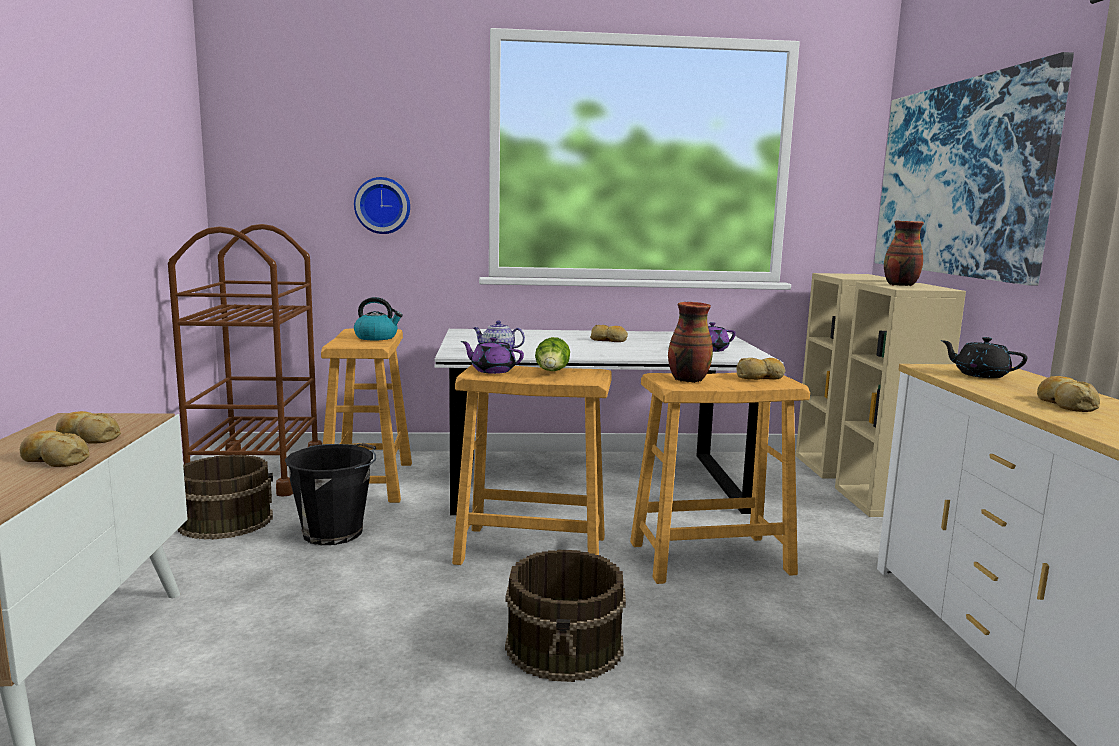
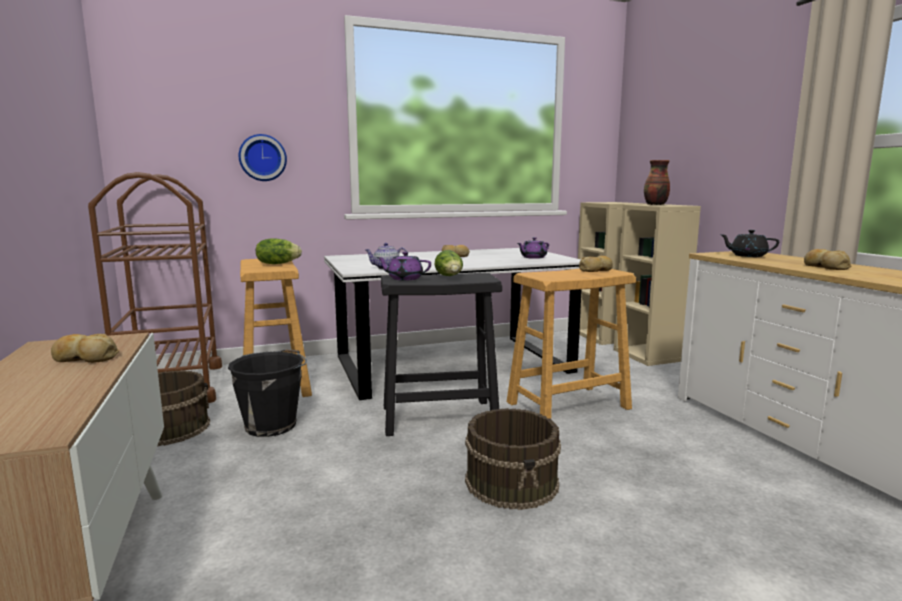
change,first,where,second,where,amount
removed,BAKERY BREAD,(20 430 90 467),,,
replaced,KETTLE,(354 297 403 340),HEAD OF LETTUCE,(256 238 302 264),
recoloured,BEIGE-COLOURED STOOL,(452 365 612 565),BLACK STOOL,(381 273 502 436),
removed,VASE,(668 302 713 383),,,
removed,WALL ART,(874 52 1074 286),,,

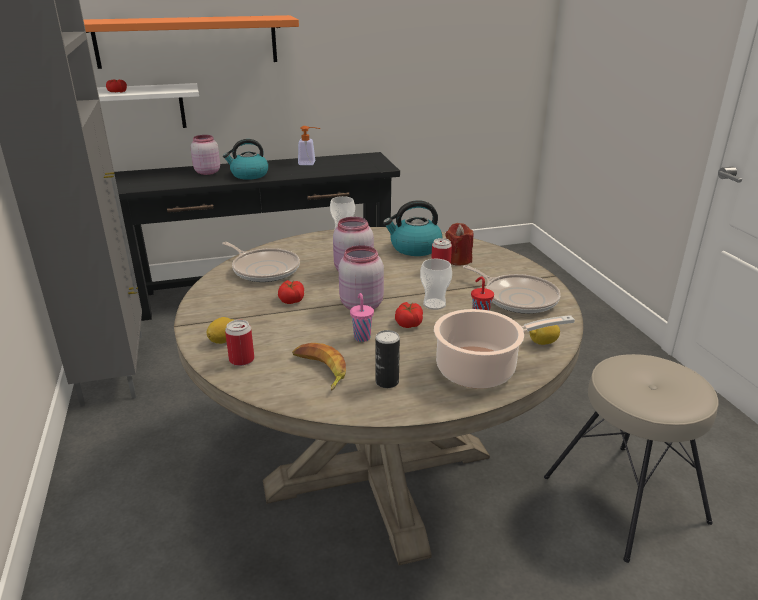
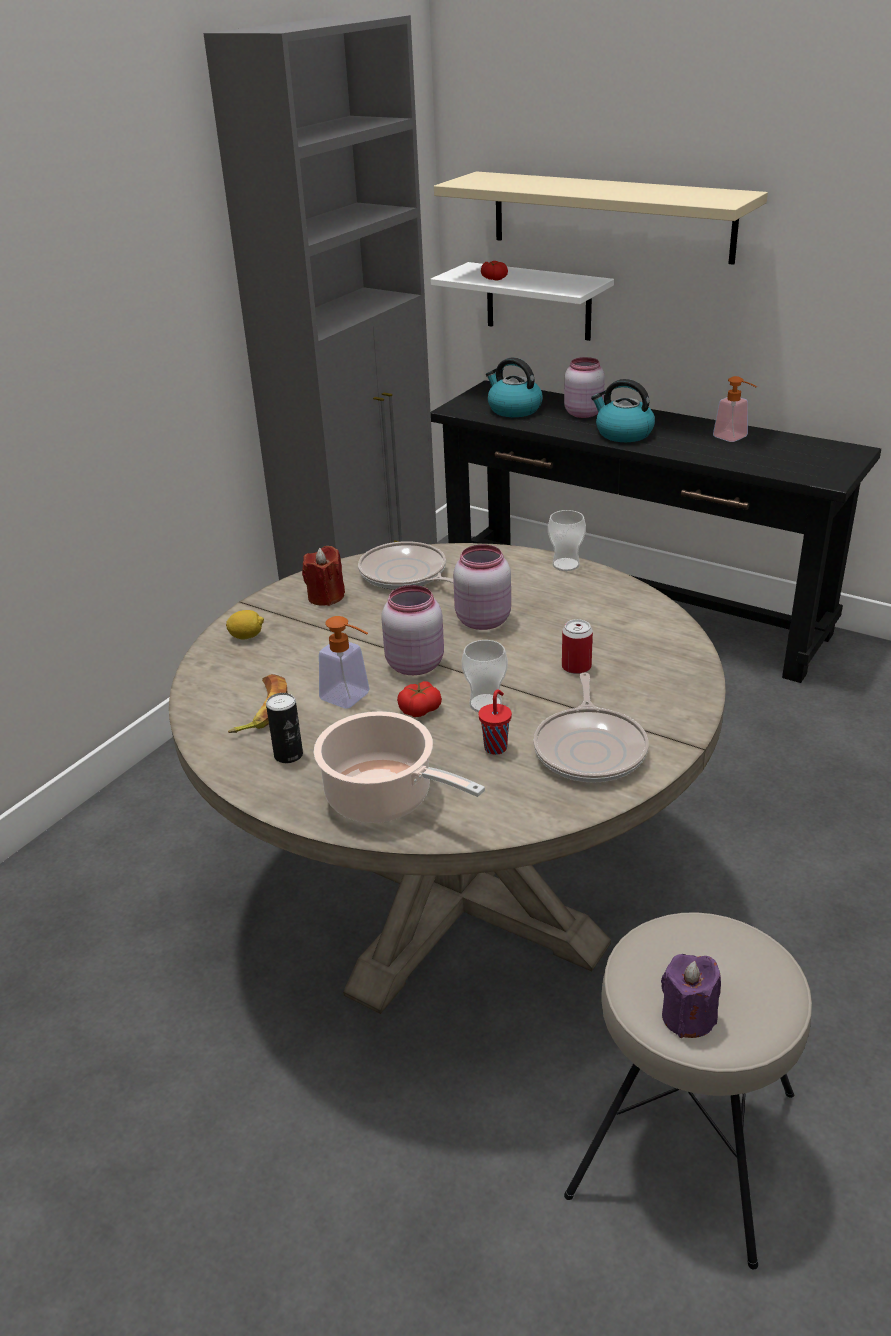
change,first,where,second,where,amount
recoloured,ORANGE WALL SHELF,(84 15 299 69),BEIGE-COLOURED WALL SHELF,(434 171 768 265),
turned,SKILLET,(222 242 300 282),,(358 541 454 590),135 degrees clockwise
removed,CAN,(225 320 254 366),,,
removed,TOMATO,(278 280 304 304),,,
replaced,PINK-COLOURED DRINKING CUP,(350 293 374 342),SOAP DISPENSER,(319 616 370 709),
moved,KETTLE,(383 200 443 256),,(486 357 543 417),
moved,RED WAX CANDLE,(445 223 474 265),,(302 546 345 606),
removed,LEMON,(530 325 560 345),,,
added,,,PURPLISH WAX CANDLE,(661 954 721 1038),

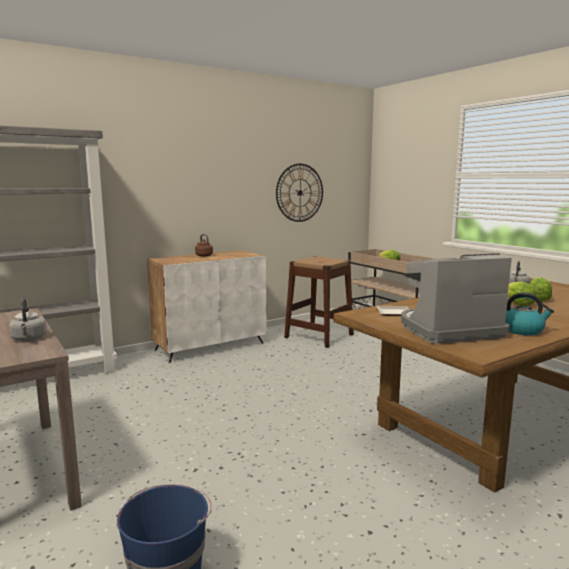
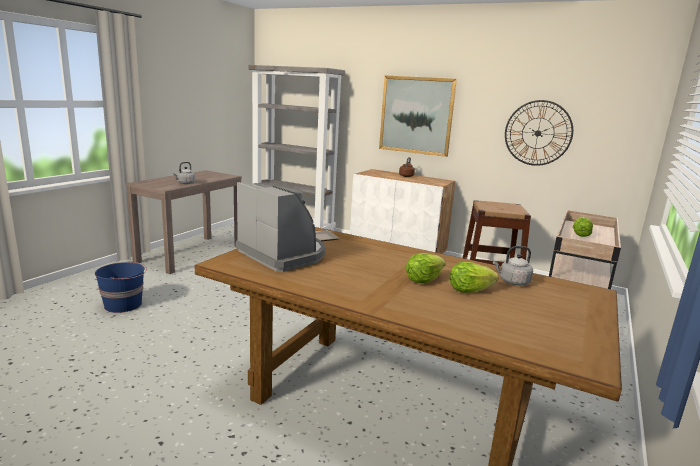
change,first,where,second,where,amount
removed,KETTLE,(505 293 554 335),,,
added,,,WALL ART,(379 76 457 157),

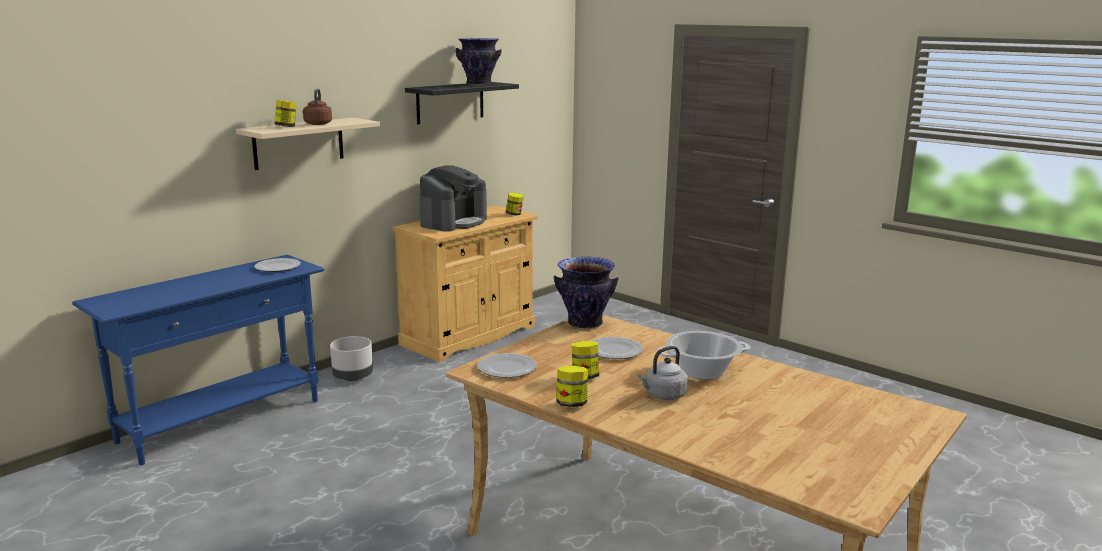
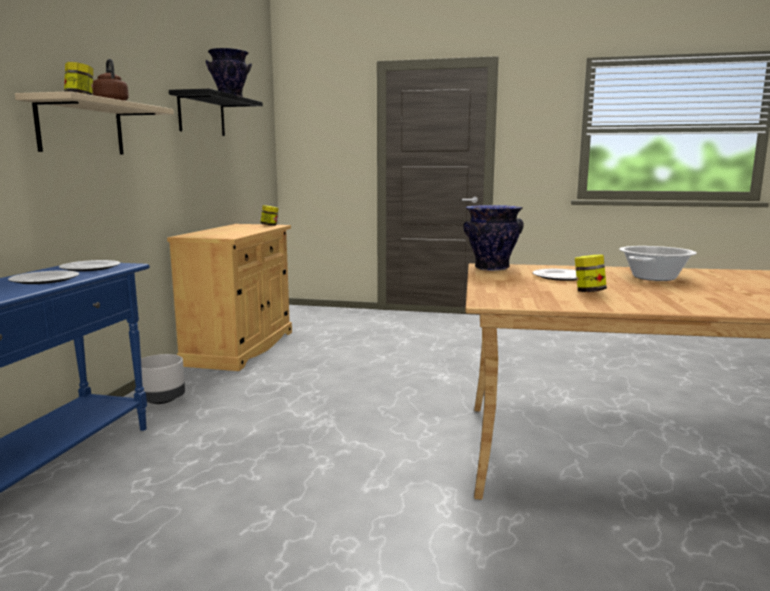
change,first,where,second,where,amount
removed,COFFEE MACHINE,(419 165 487 232),,,
moved,DINNER PLATE,(477 353 537 378),,(8 271 79 284),
removed,PRESERVE JAR,(557 366 588 407),,,
removed,GREYISH KETTLE,(638 346 688 400),,,

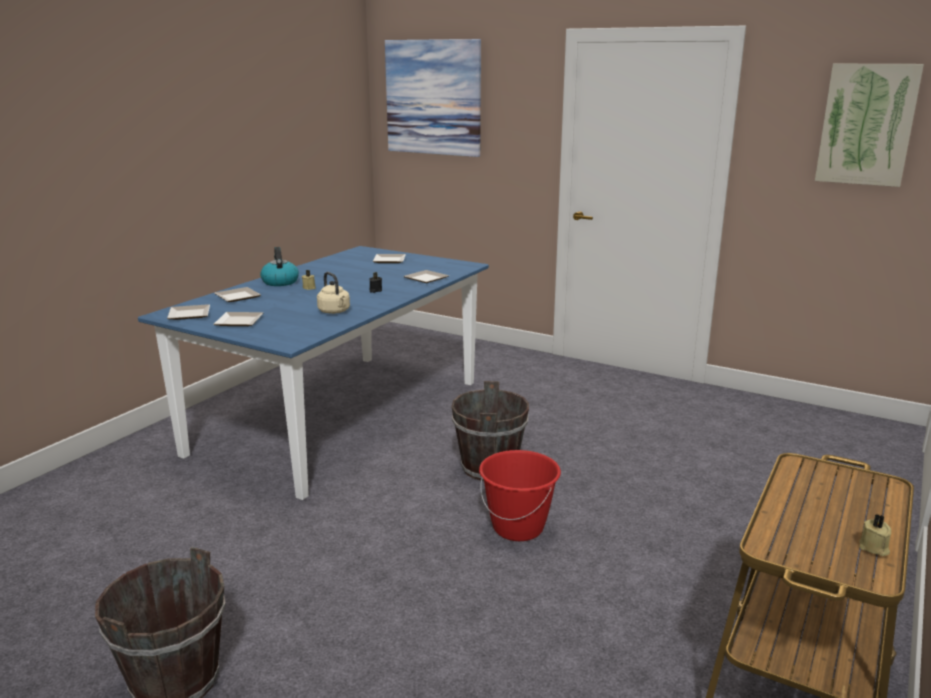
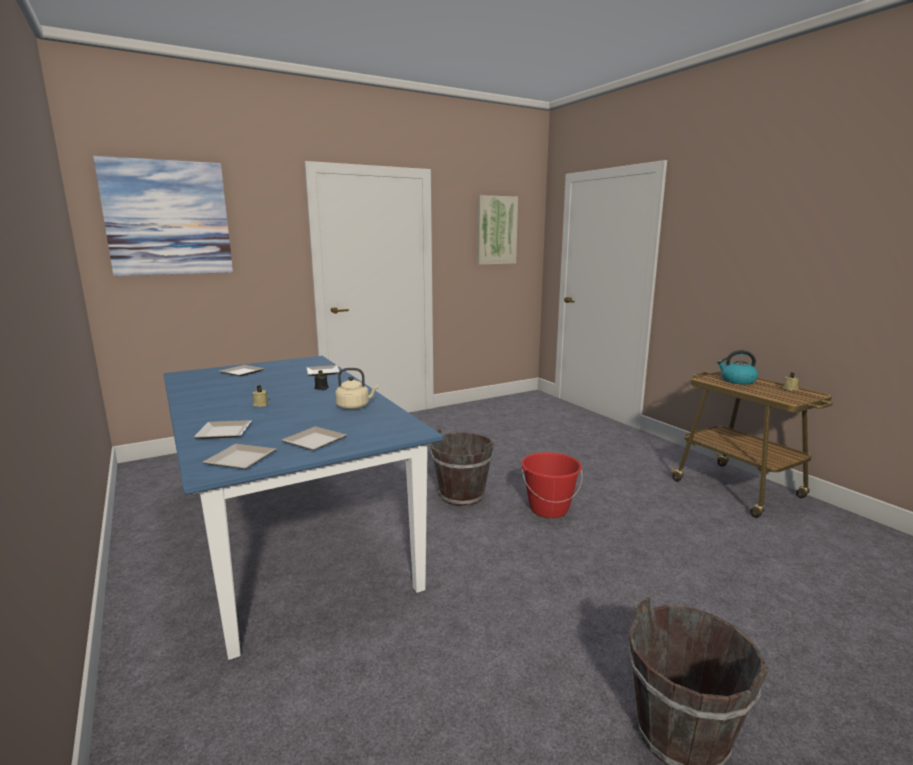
change,first,where,second,where,amount
moved,KETTLE,(260 247 299 286),,(717 350 758 384),

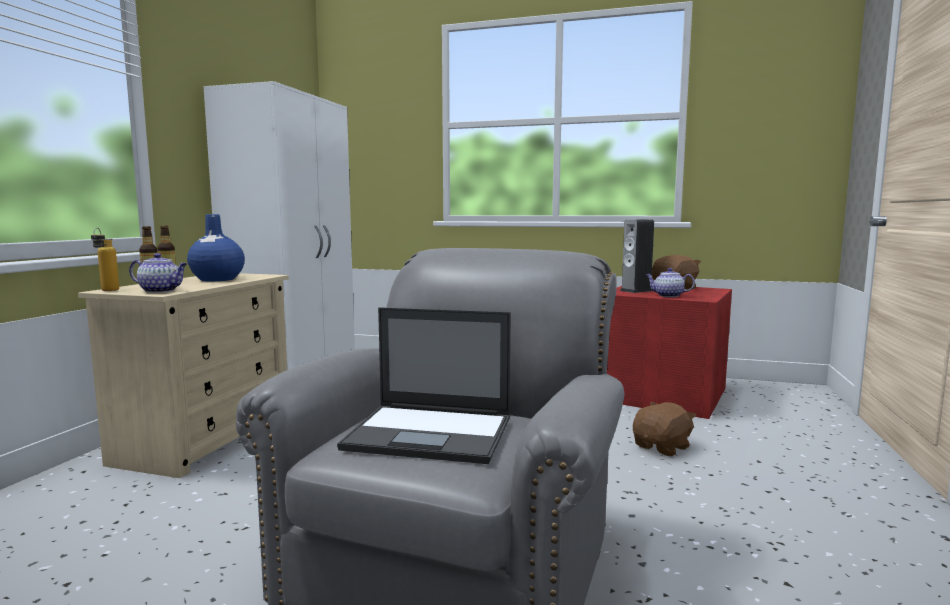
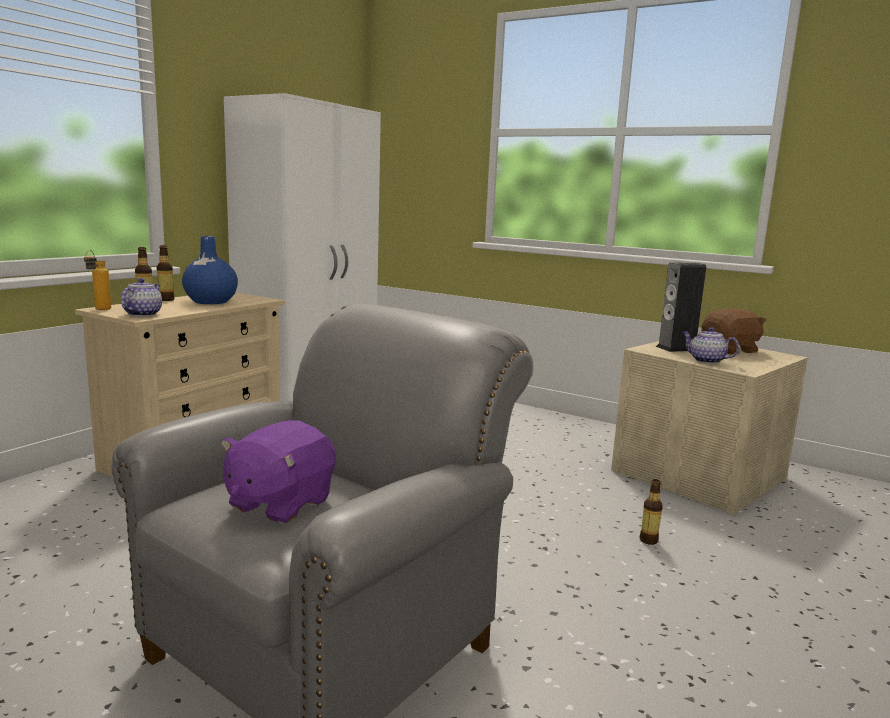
change,first,where,second,where,amount
turned,POT FOR TEA,(129 253 187 293),,(121 278 162 317),105 degrees counterclockwise
replaced,LAPTOP,(337 307 511 464),PURPLISH SOFT TOY,(221 420 336 524),
recoloured,RED STORAGE BOX,(607 286 732 419),BEIGE-COLOURED STORAGE BOX,(611 341 808 514),
replaced,BROWNISH SOFT TOY,(633 402 696 457),DRINK BOTTLE,(640 479 663 545),

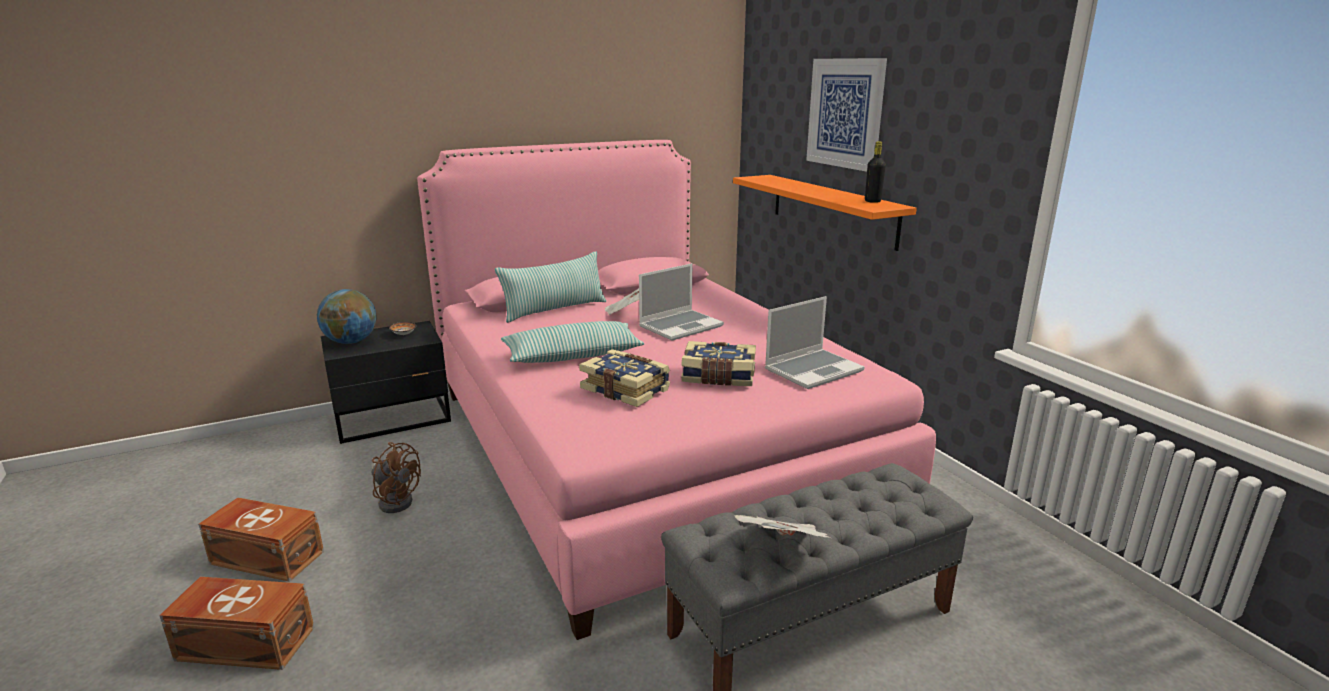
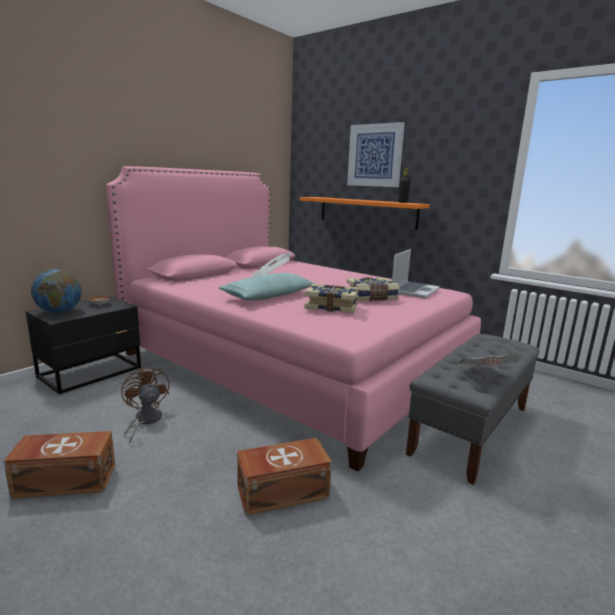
change,first,where,second,where,amount
moved,BROWNISH STORAGE BOX,(159 577 314 670),,(237 438 332 516),
turned,BROWNISH FAN,(371 442 421 513),,(121 365 169 444),120 degrees counterclockwise
removed,CUSHION,(495 251 606 323),,,
removed,LAPTOP,(639 263 724 341),,,

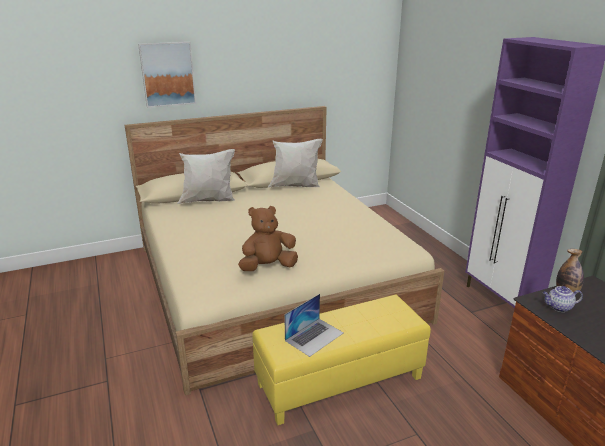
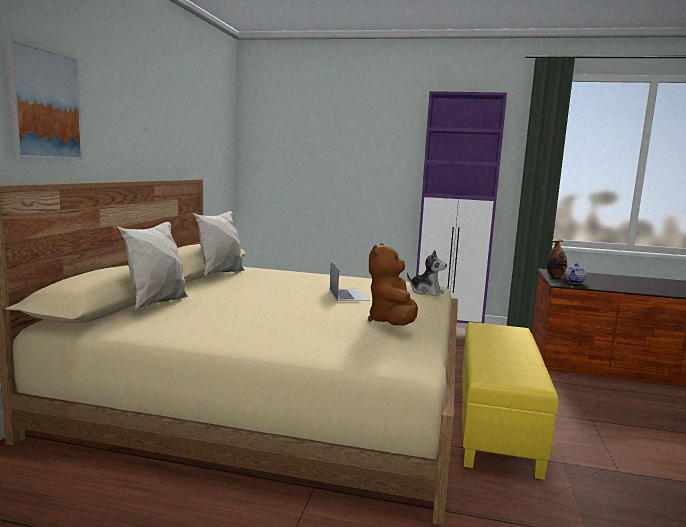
change,first,where,second,where,amount
moved,LAPTOP,(284 294 344 357),,(330 261 370 301),
added,,,SOFT TOY,(407 250 447 296),

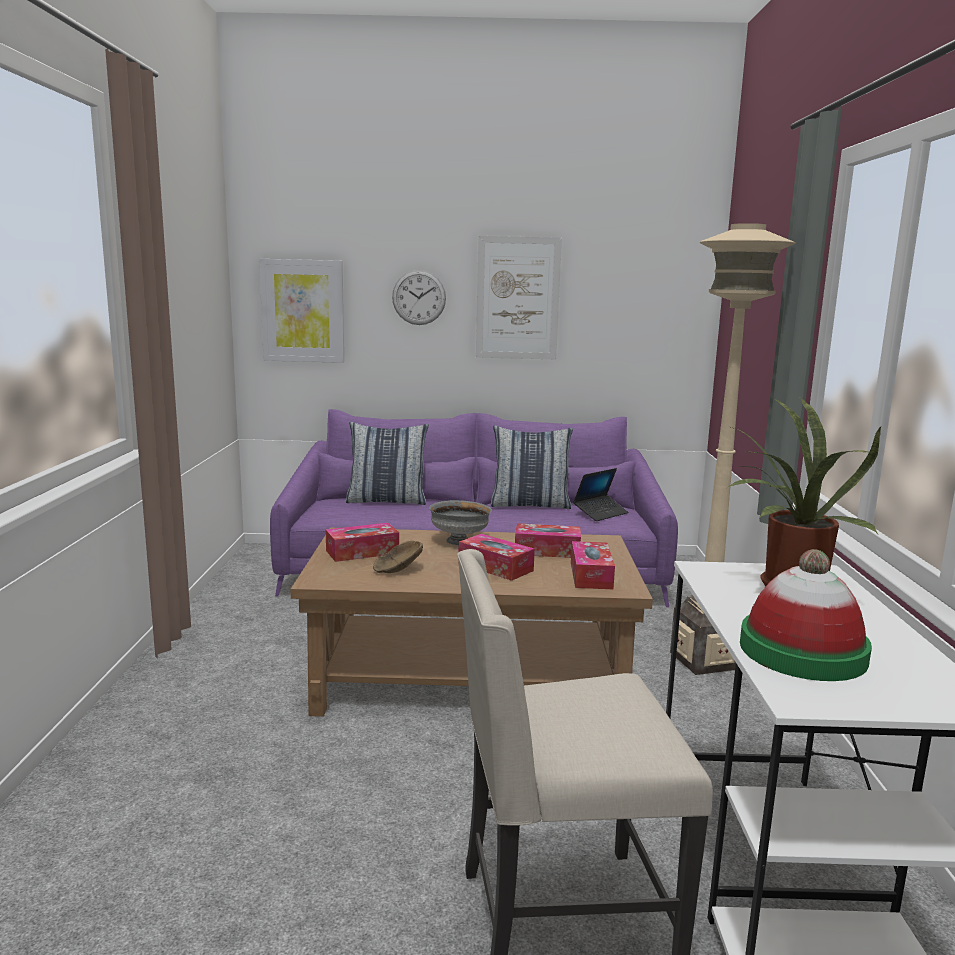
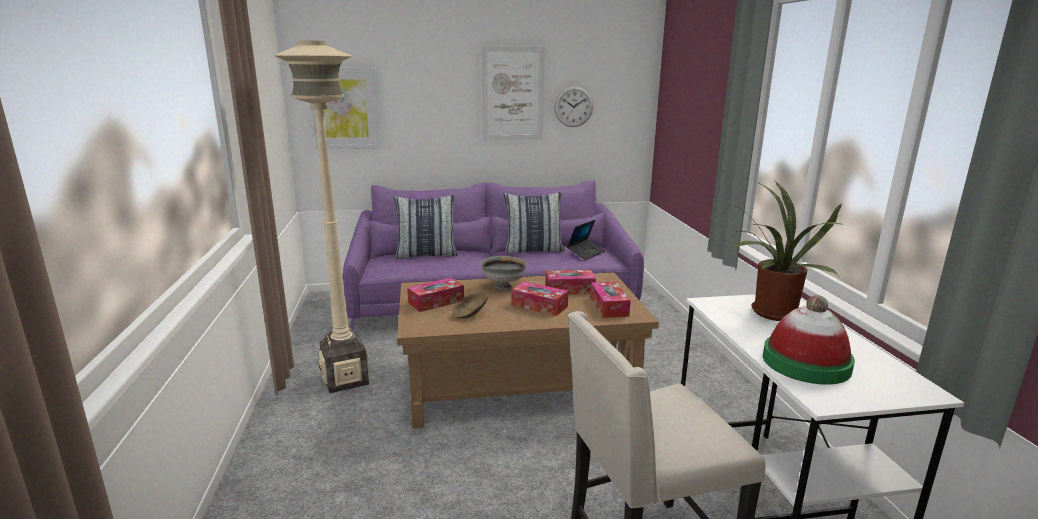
change,first,where,second,where,amount
moved,CLOCK ON THE WALL,(392 270 446 325),,(554 86 593 127),
moved,BEIGE-COLOURED STANDING LAMP,(670 223 795 675),,(274 40 370 393),

